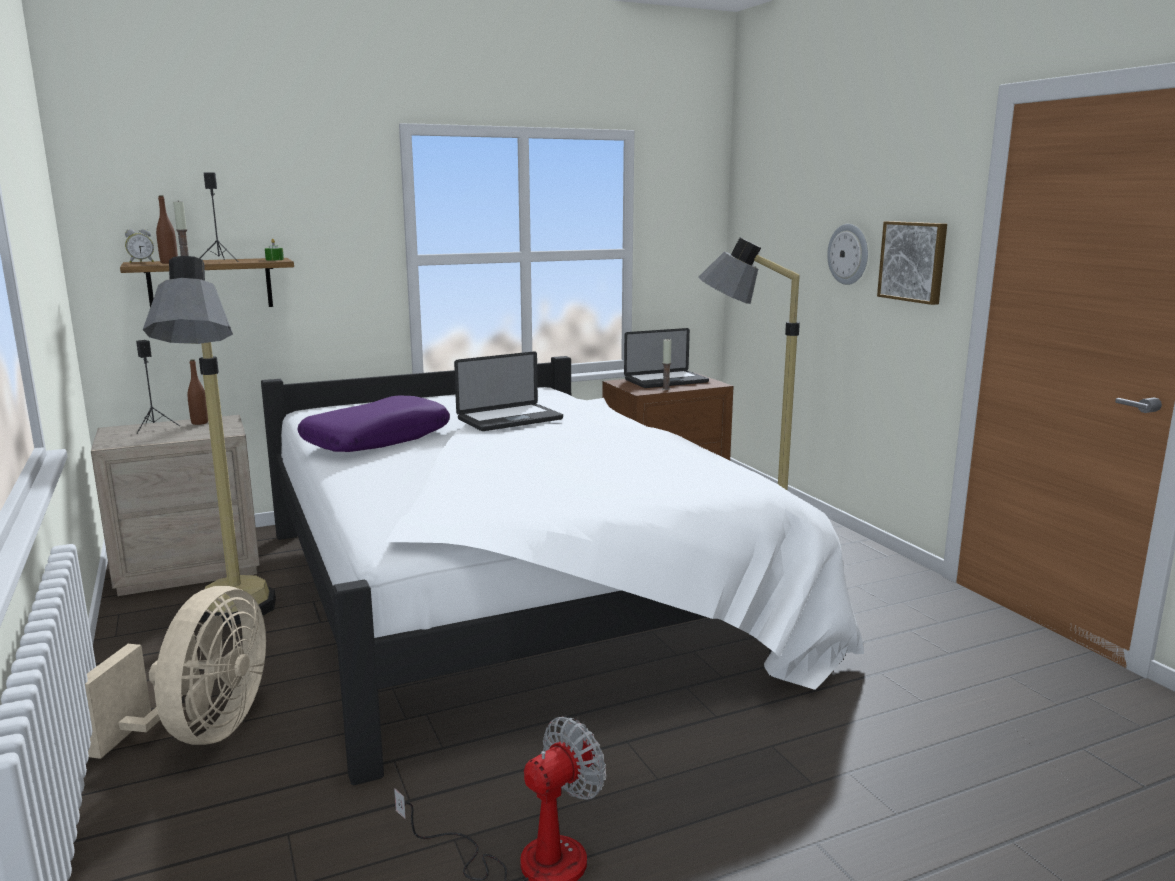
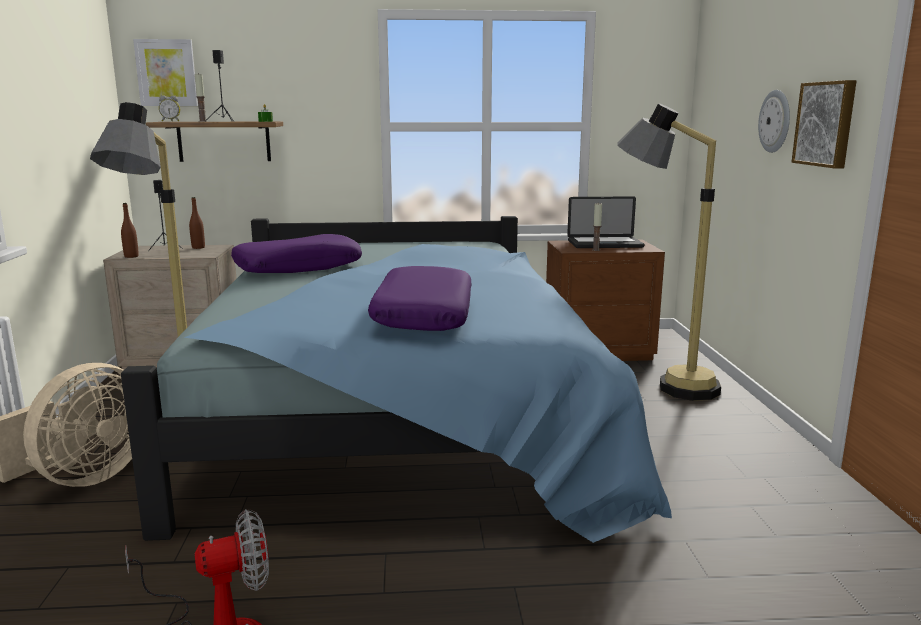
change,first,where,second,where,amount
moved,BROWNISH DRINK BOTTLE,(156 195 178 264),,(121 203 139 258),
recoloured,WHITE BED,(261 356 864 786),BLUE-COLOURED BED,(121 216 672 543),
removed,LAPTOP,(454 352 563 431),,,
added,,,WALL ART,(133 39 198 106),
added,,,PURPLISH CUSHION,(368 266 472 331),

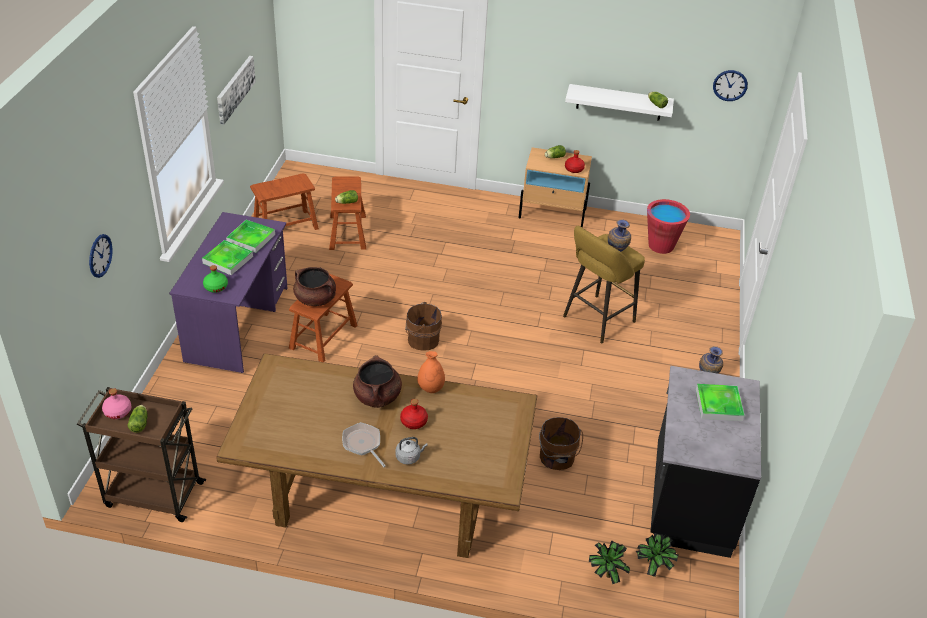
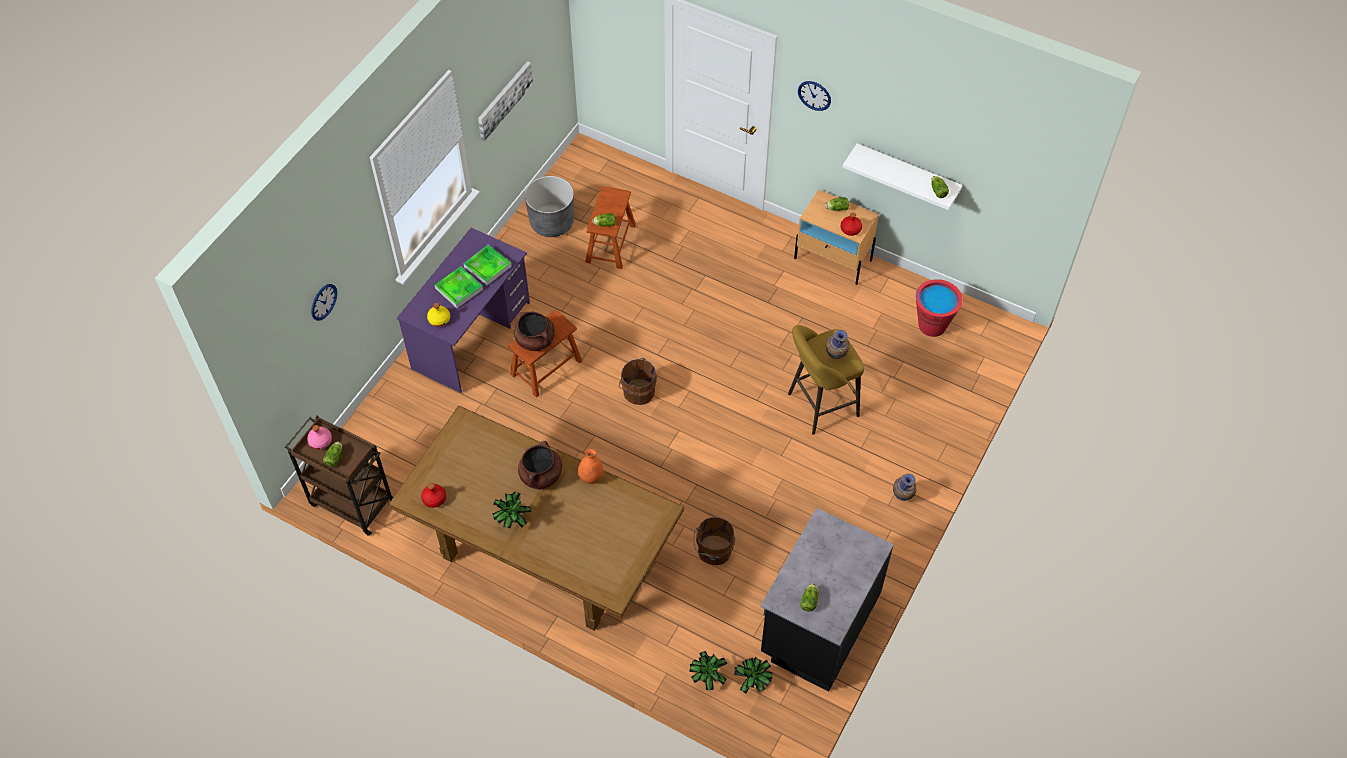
change,first,where,second,where,amount
recoloured,GREEN-COLOURED DRINK BOTTLE,(203 265 228 293),YELLOW DRINK BOTTLE,(427 303 450 327),
replaced,BROWNISH STOOL,(250 173 319 230),GREYISH PLANT POT,(525 176 574 237),
replaced,SKILLET,(342 422 386 467),PLANT IN A POT,(492 491 531 529),
removed,GREYISH KETTLE,(396 437 428 465),,,
moved,RED DRINK BOTTLE,(400 399 428 429),,(421 483 446 508),
removed,SERVING TRAY,(696 384 745 421),,,
moved,CLOCK ON THE WALL,(713 70 748 101),,(798 81 831 111),
added,,,HEAD OF LETTUCE,(800 584 818 612),

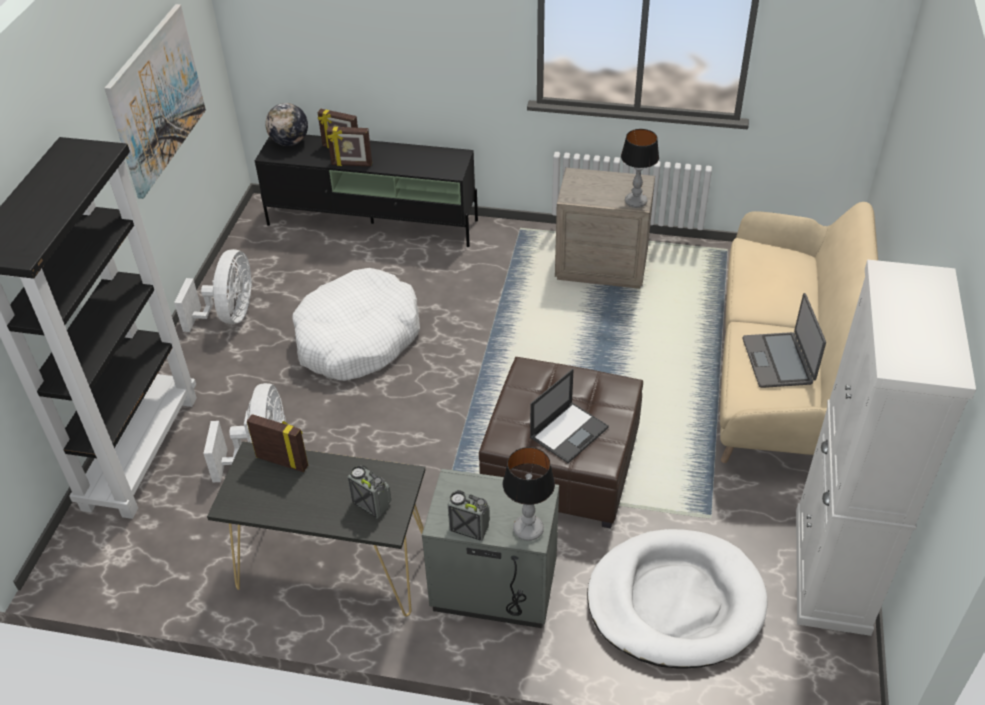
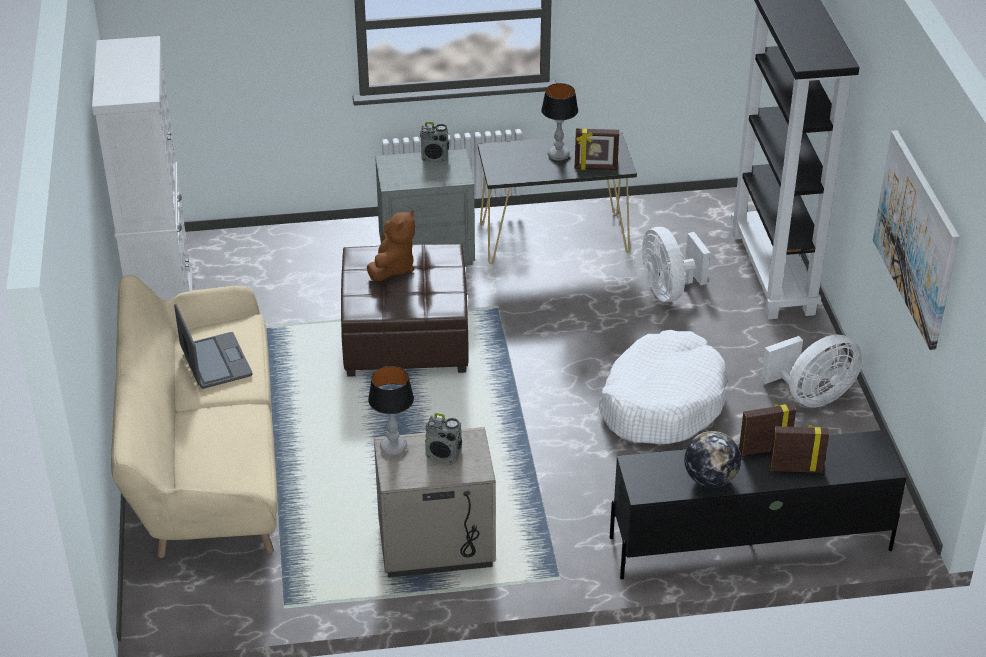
change,first,where,second,where,amount
turned,WHITE FAN,(174 249 252 332),,(761 335 863 407),105 degrees counterclockwise
moved,GLOBE,(265 103 308 146),,(684 431 741 488),
moved,RADIO,(347 465 391 518),,(425 413 462 463),
moved,TABLETOP LAMP,(503 447 555 541),,(541 83 578 161),
replaced,LAPTOP,(530 369 609 463),BROWNISH SOFT TOY,(367 209 415 281),
removed,WHITE PET BED,(587 529 768 668),,,

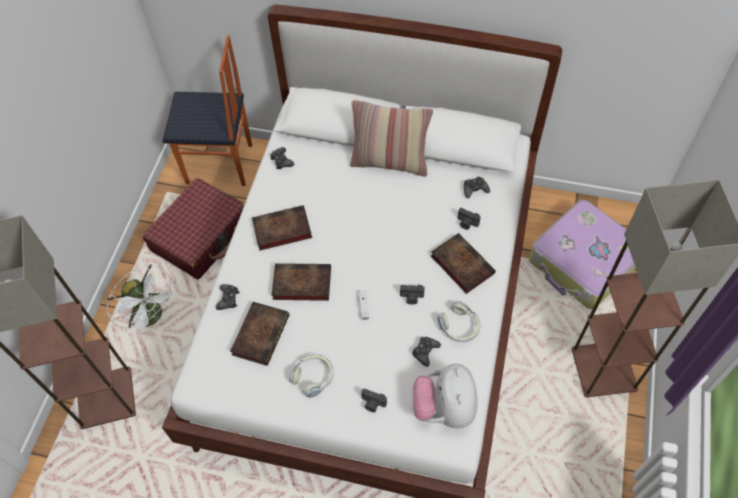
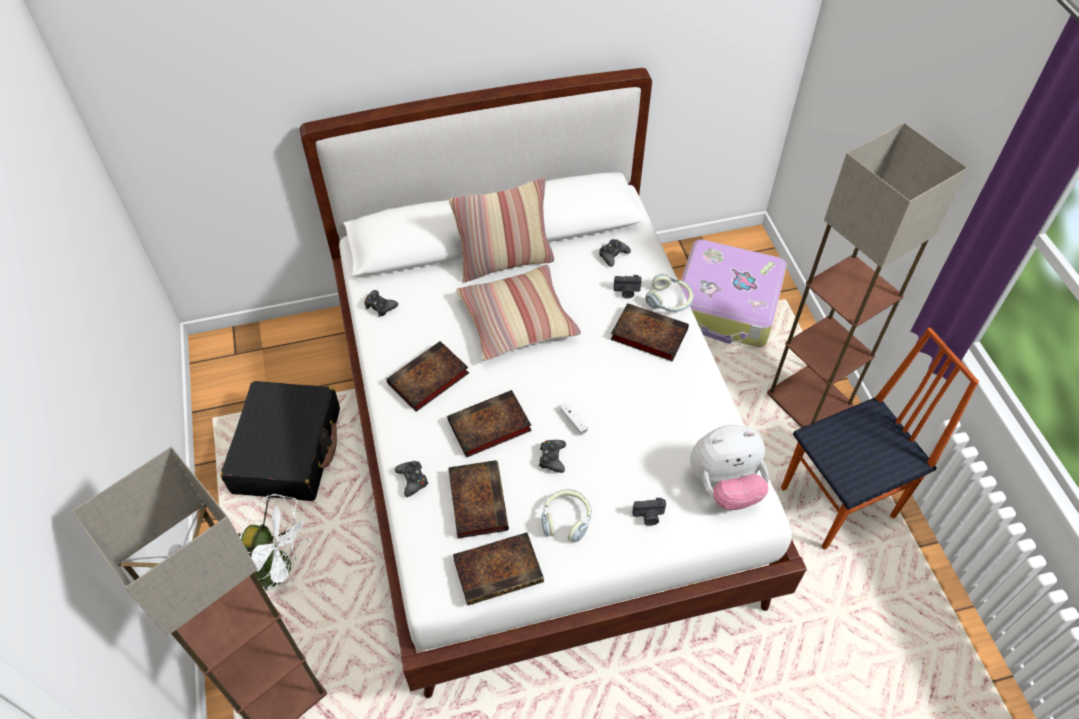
change,first,where,second,where,amount
recoloured,RED SUITCASE,(142 178 245 279),BLACK SUITCASE,(220 381 340 501),
moved,PLAIN CHAIR,(162 35 252 186),,(781 328 979 550),
removed,STILL CAMERA,(400 285 425 305),,,
moved,BLACK JOYPAD,(412 337 441 367),,(539 440 566 473),
turned,SOFT TOY,(412 364 478 428),,(690 425 769 510),75 degrees counterclockwise
moved,HEADSET,(437 301 481 342),,(645 274 694 312),
added,,,VOLUME,(453 532 544 605),
added,,,CUSHION,(456 265 581 361),

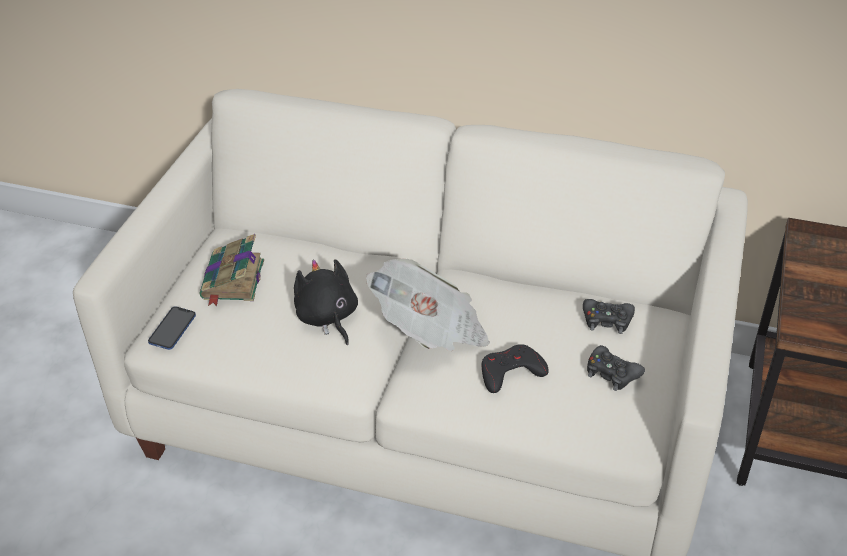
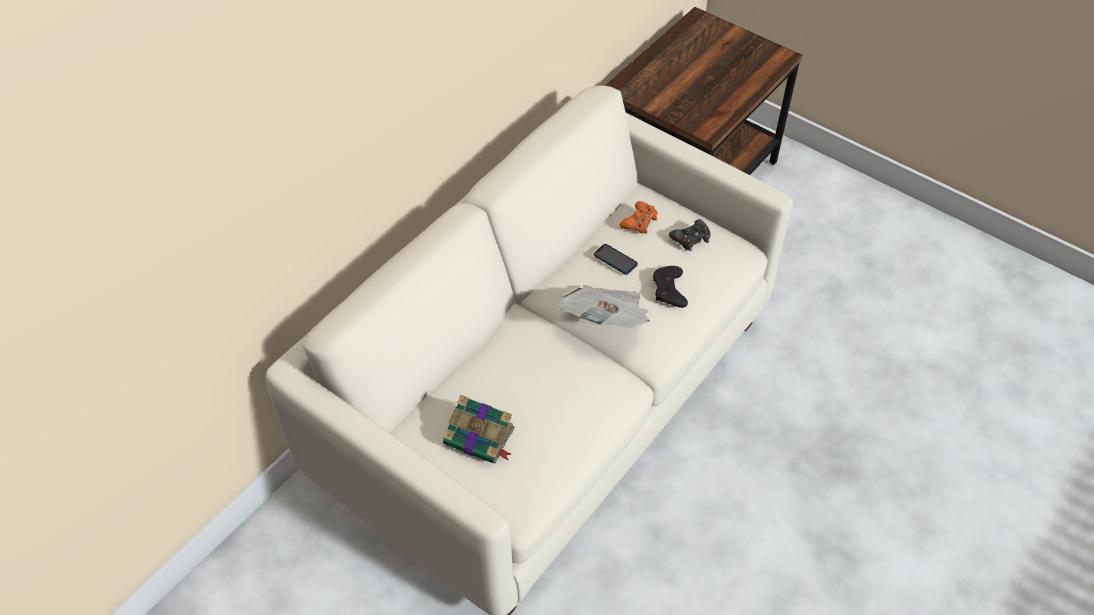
change,first,where,second,where,amount
moved,HANDSET,(148 306 196 350),,(594 244 638 275),
removed,BLACK SOFT TOY,(294 259 358 345),,,
recoloured,BLACK JOYPAD,(583 299 635 334),ORANGE JOYPAD,(620 201 658 234),

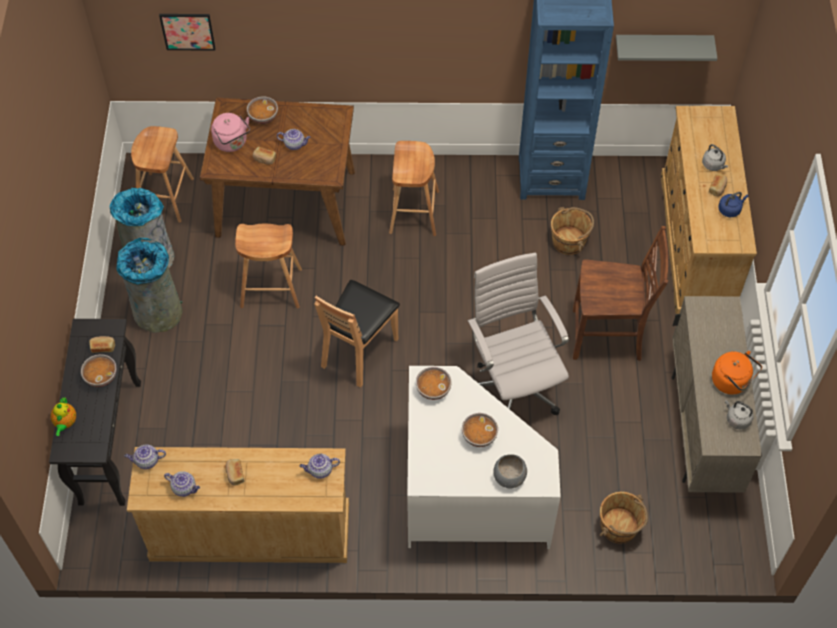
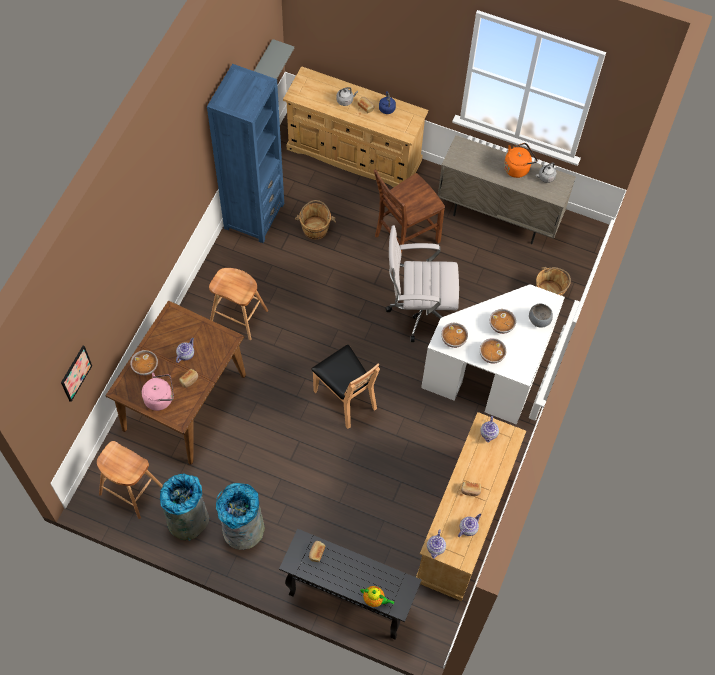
change,first,where,second,where,amount
moved,BOWL,(81 354 117 387),,(480 338 507 364),
removed,BROWNISH STOOL,(235 224 302 309),,,
turned,BROWNISH PLAIN CHAIR,(573 226 668 361),,(374 169 445 255),150 degrees counterclockwise

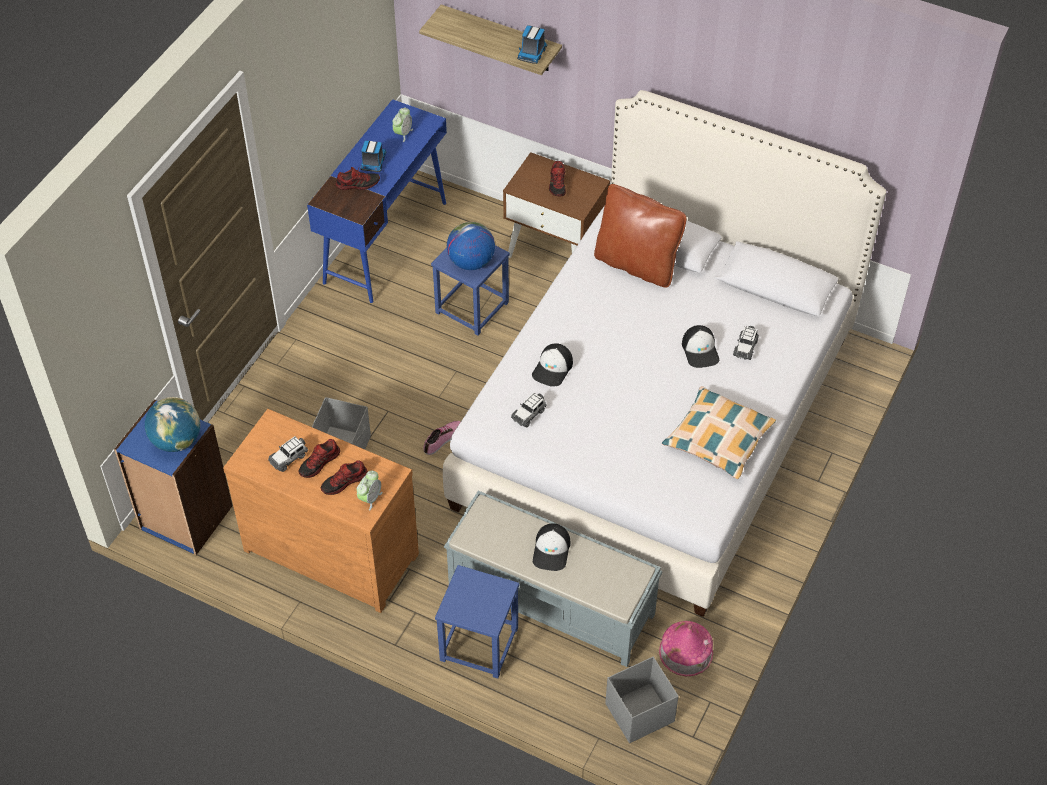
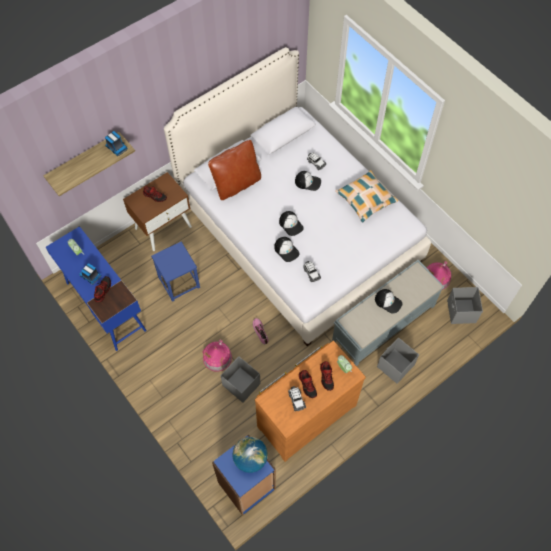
change,first,where,second,where,amount
replaced,BLUE-COLOURED STOOL,(435 565 519 679),GREYISH STORAGE BOX,(377 338 419 384),
removed,GLOBE,(447 222 495 270),,,
added,,,TOY HOUSE,(202 340 232 372),
added,,,PEAKED CAP,(279 211 304 236),

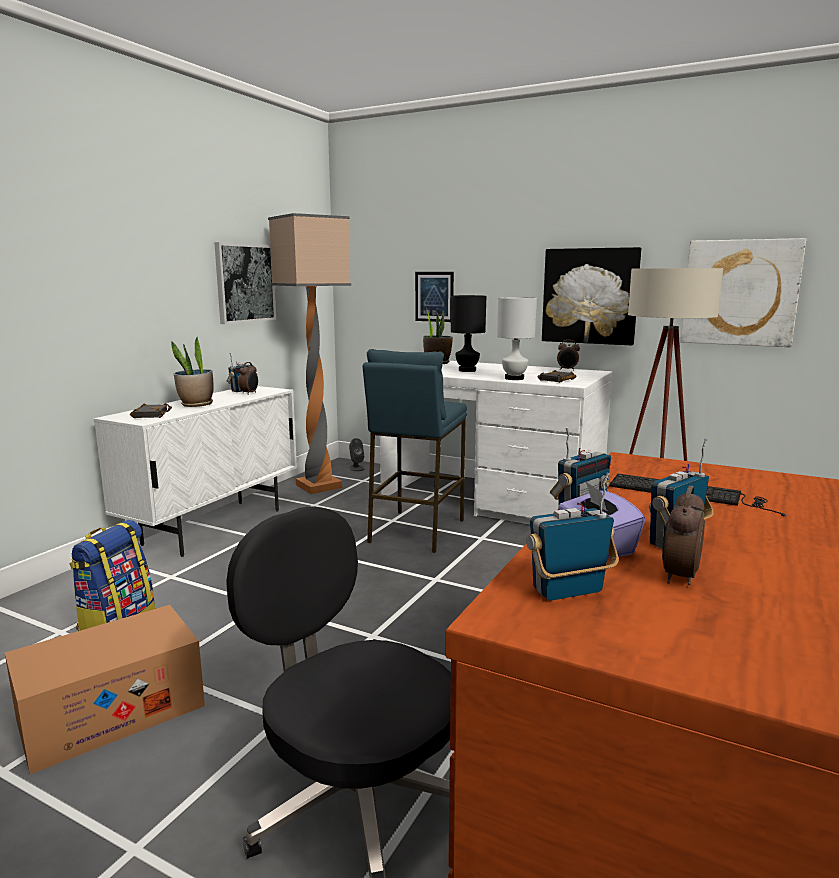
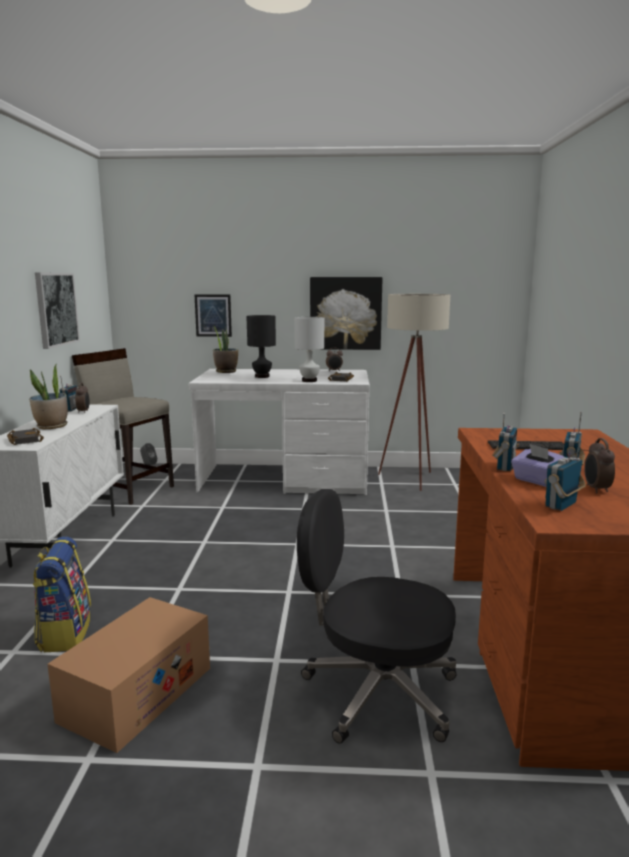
change,first,where,second,where,amount
replaced,STANDING LAMP,(268 213 351 494),BEIGE-COLOURED STOOL,(72 348 174 505),
removed,BLUE-COLOURED STOOL,(363 349 467 553),,,
removed,WALL ART,(680 238 806 347),,,

